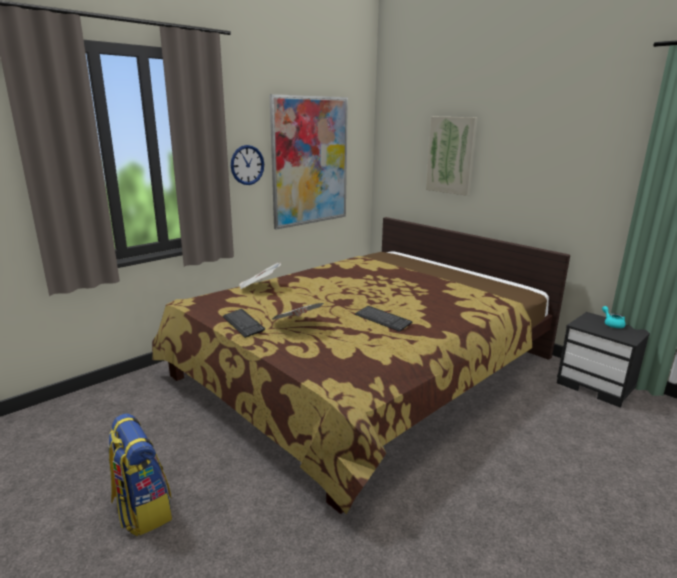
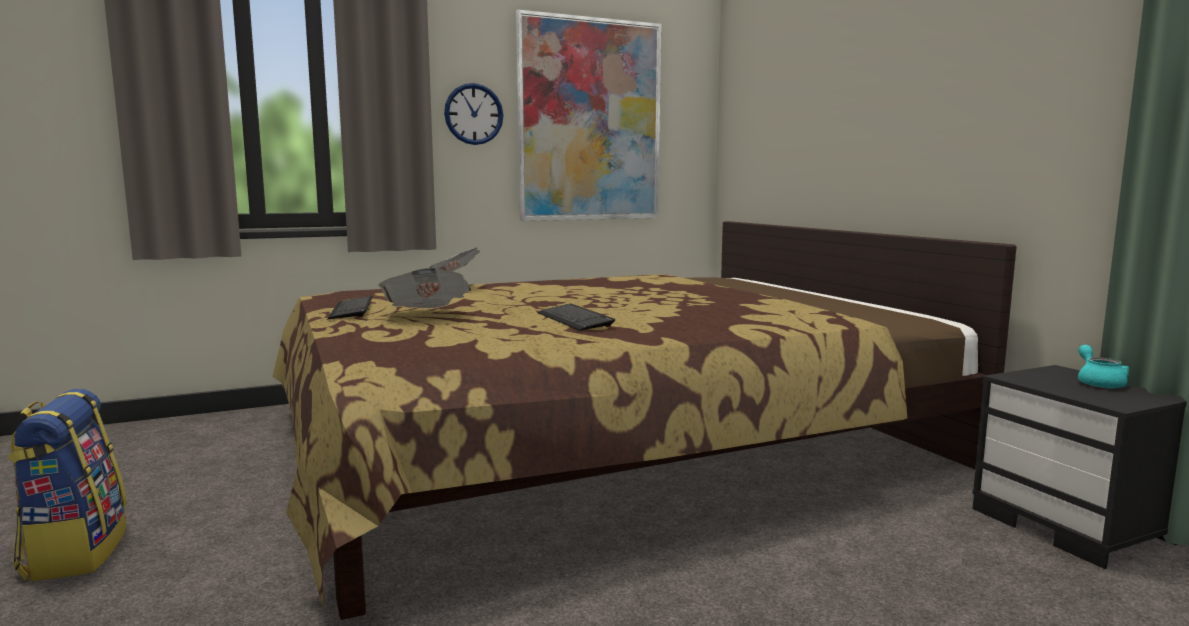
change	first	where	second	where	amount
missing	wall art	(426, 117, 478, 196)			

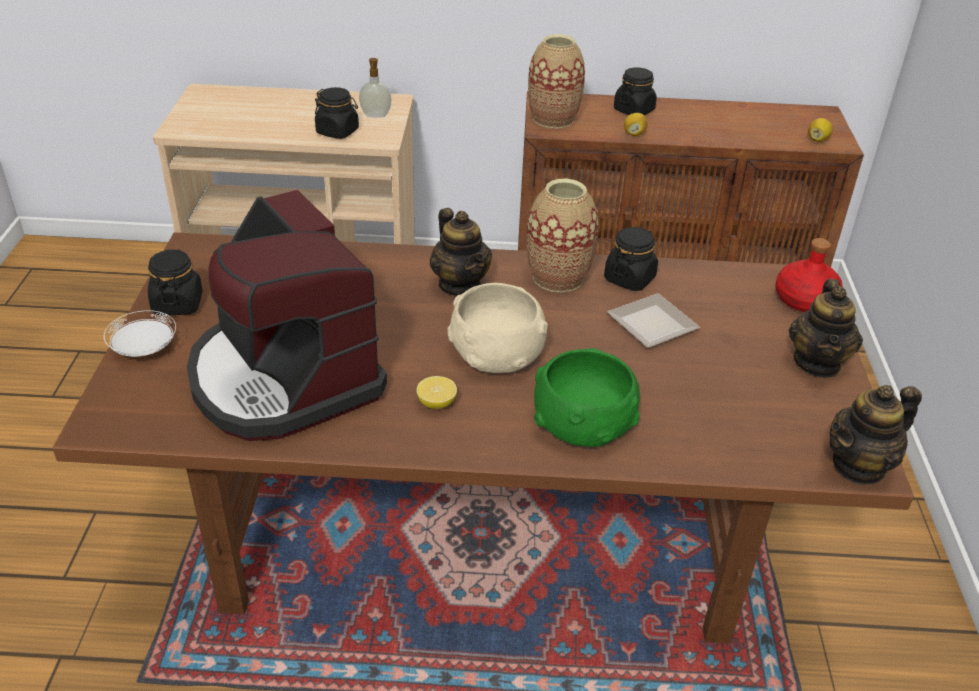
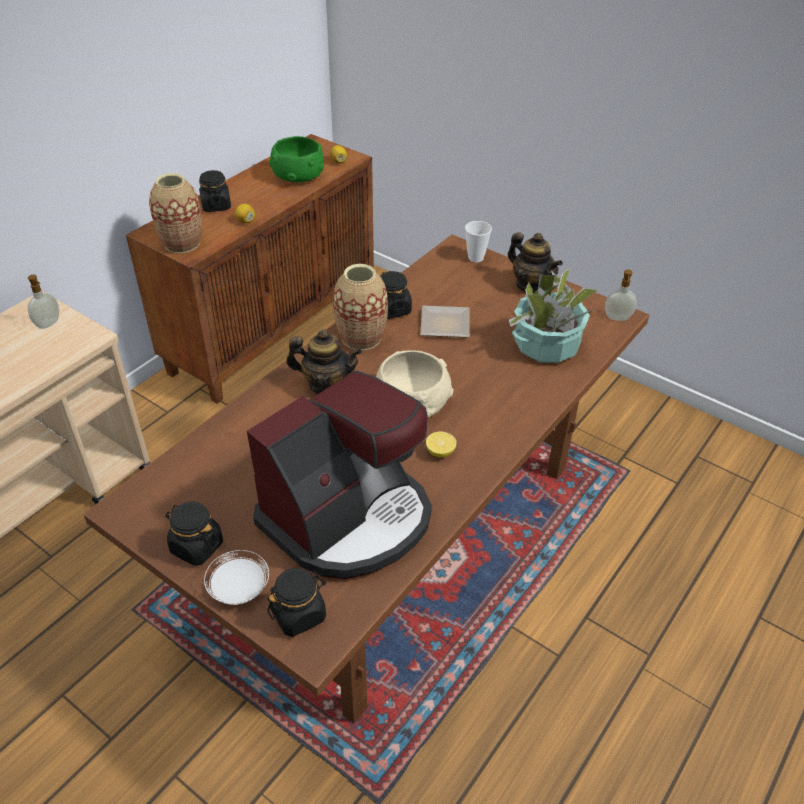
change	first	where	second	where	amount
appeared			potted plant	(509, 268, 598, 363)	
relocated	black preserve jar	(315, 87, 359, 139)		(267, 568, 326, 637)	
relocated	greenish bowl	(534, 348, 640, 447)		(269, 136, 324, 182)	
exchanged	red-coloured bottle	(775, 238, 843, 312)	drinking cup	(465, 221, 492, 262)	
exchanged	tea pot	(829, 385, 922, 485)	soap dispenser	(605, 270, 637, 321)	
spun	coffee brewer	(187, 190, 387, 441)		(247, 371, 432, 579)	45 degrees counterclockwise

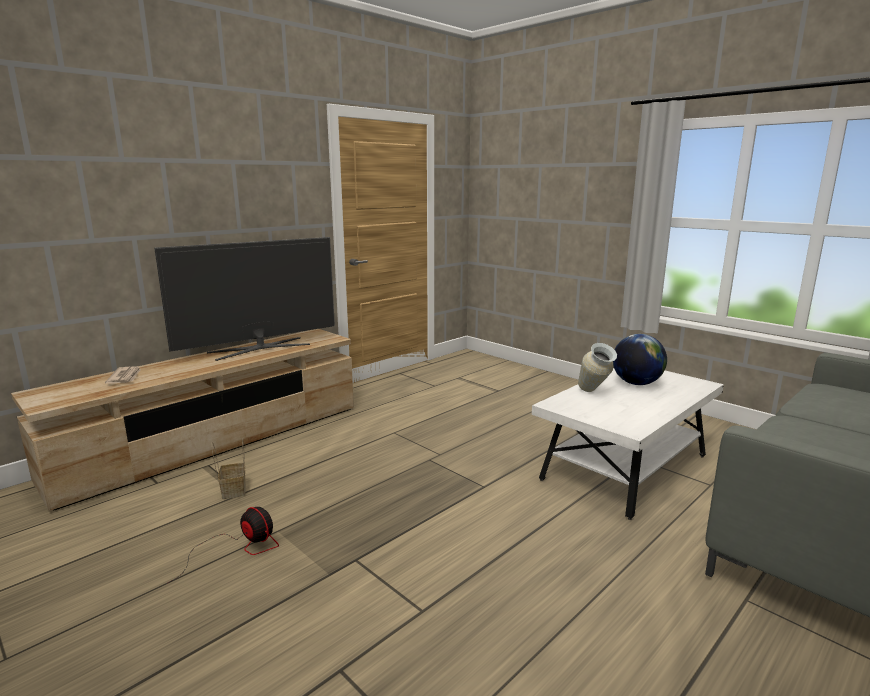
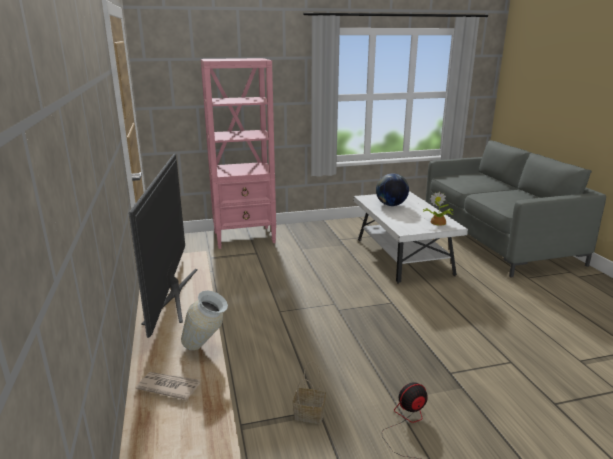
change	first	where	second	where	amount
appeared			pink bookshelf	(201, 58, 276, 249)	
appeared			potted plant	(423, 192, 453, 226)	
relocated	decorative vase	(578, 343, 617, 392)		(181, 290, 228, 350)	

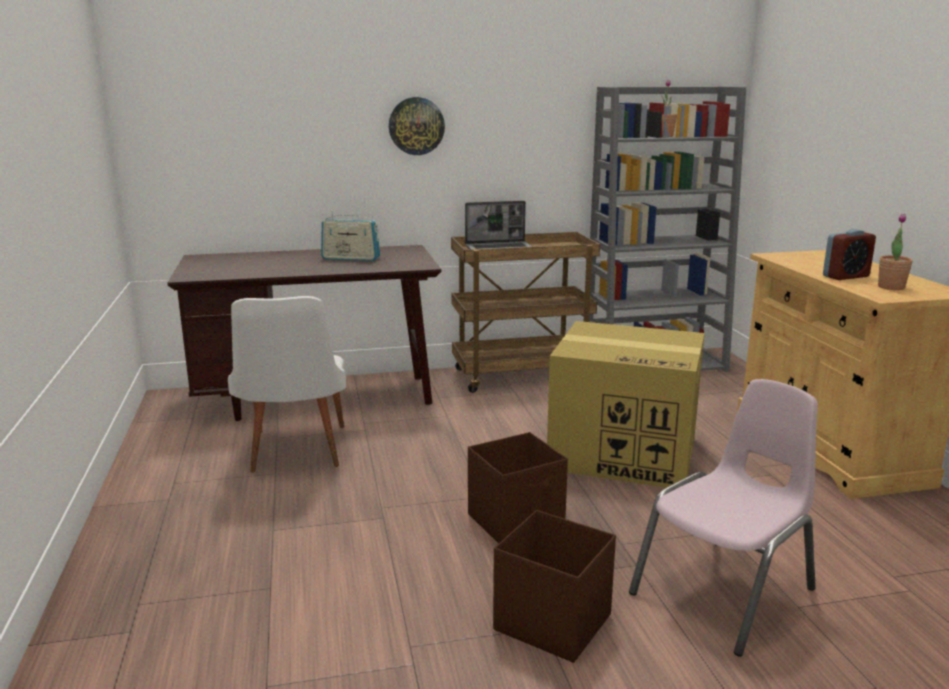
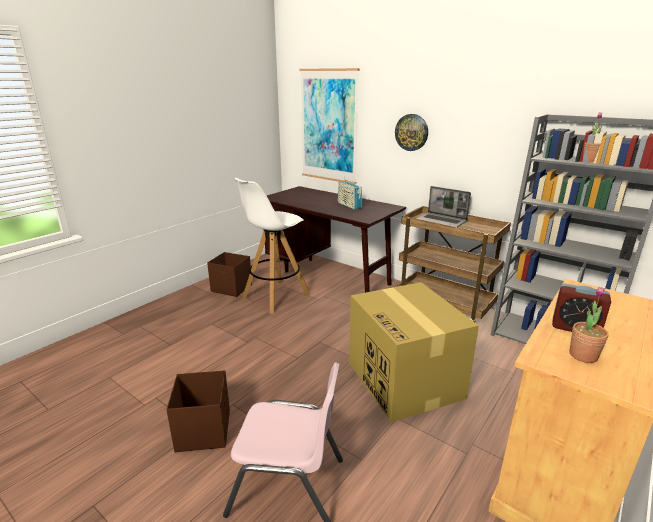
change	first	where	second	where	amount
appeared			wall art	(300, 68, 360, 184)	
relocated	brown-coloured storage bin	(468, 432, 568, 544)		(207, 252, 252, 297)	
exchanged	white-coloured plain chair	(228, 296, 346, 472)	white-coloured stool	(235, 178, 310, 314)	

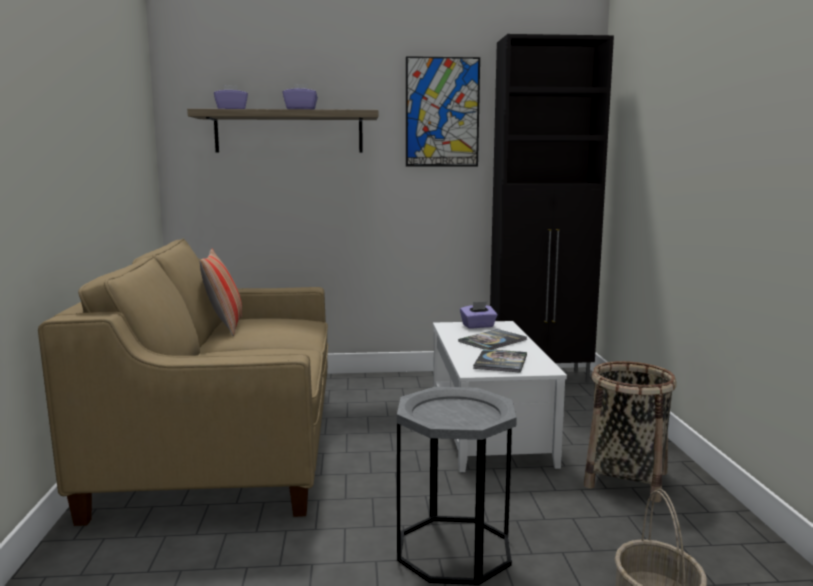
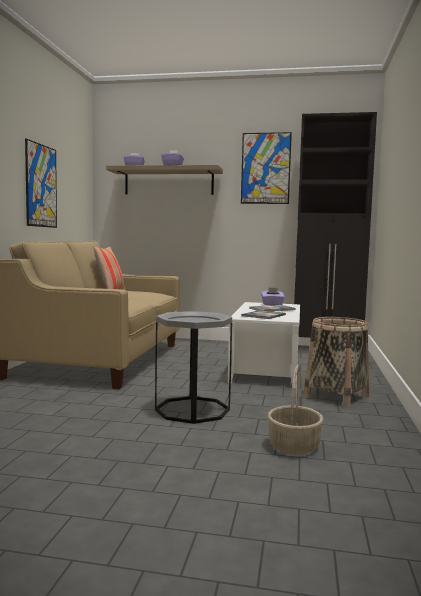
change	first	where	second	where	amount
appeared			wall art	(25, 139, 57, 228)	

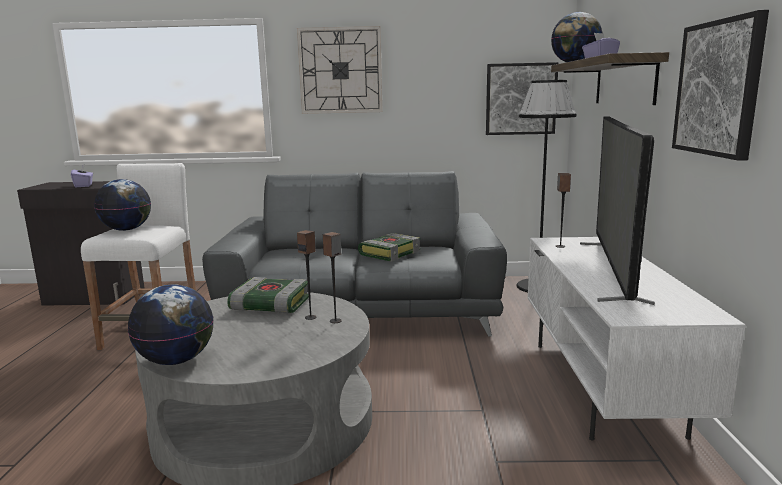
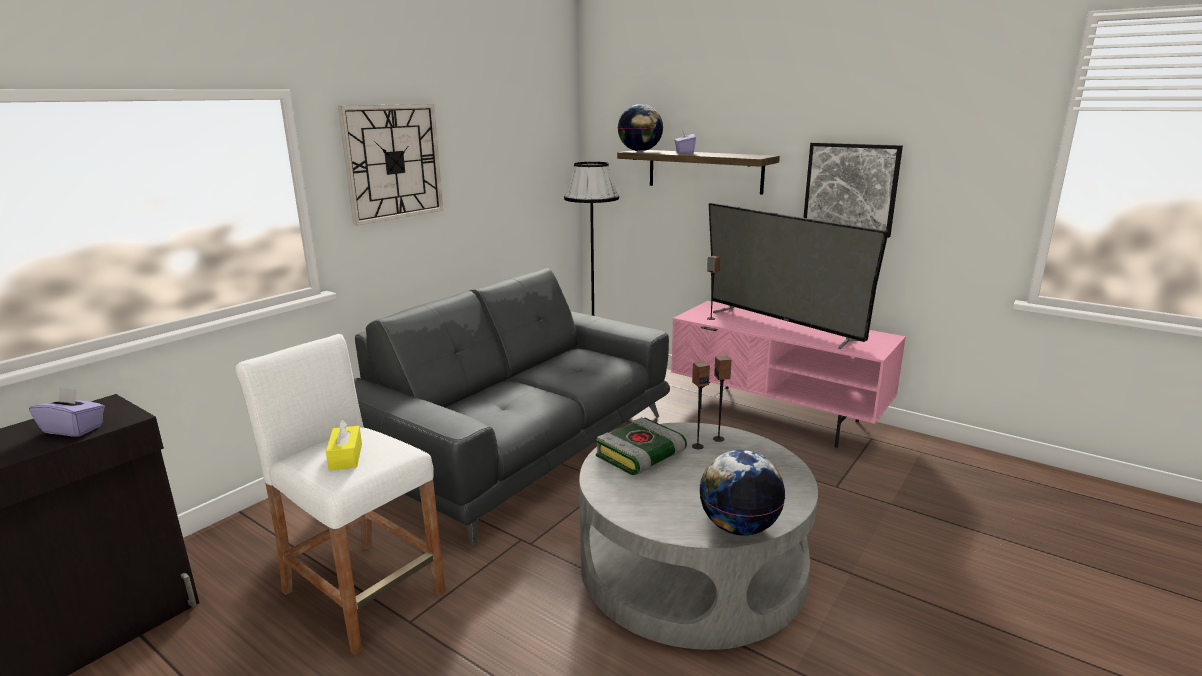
change	first	where	second	where	amount
missing	bound book	(358, 233, 420, 261)			
missing	wall art	(486, 62, 559, 135)			
exchanged	world globe	(94, 179, 151, 231)	yellow tissue holder	(326, 418, 362, 471)	
colour	white-coloured tv unit	(528, 237, 746, 441)	pink tv unit	(671, 301, 906, 448)	

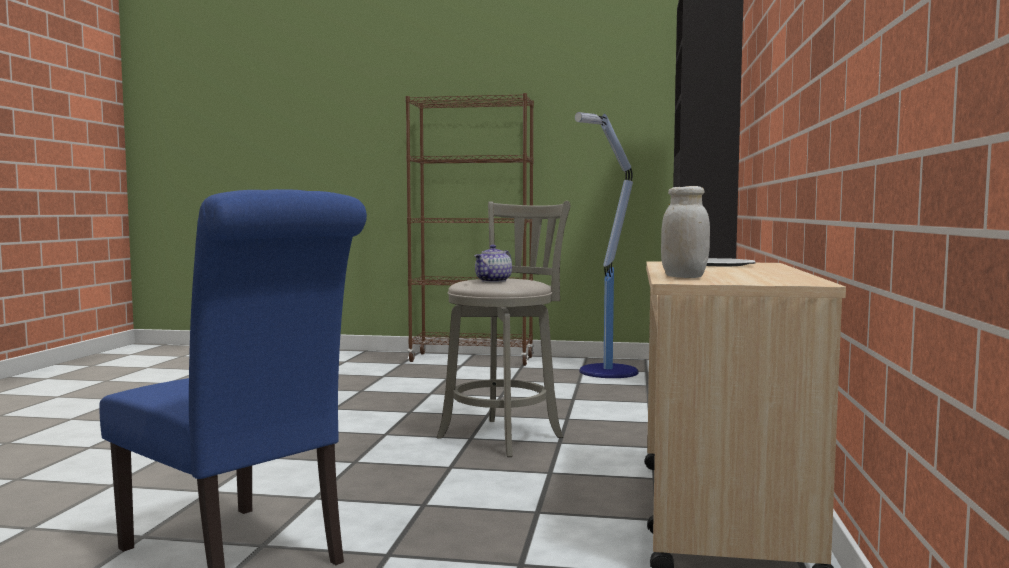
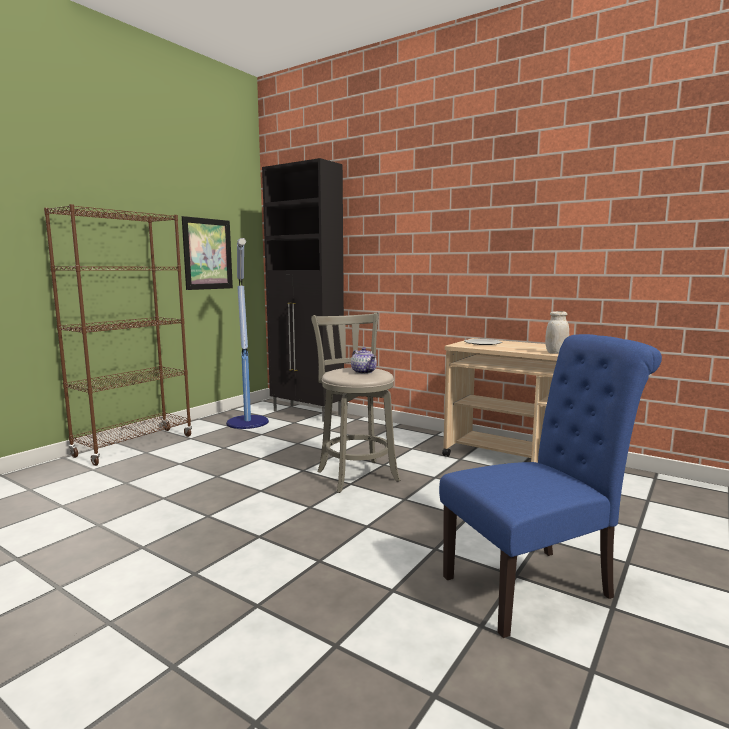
change	first	where	second	where	amount
appeared			wall art	(182, 216, 233, 290)	

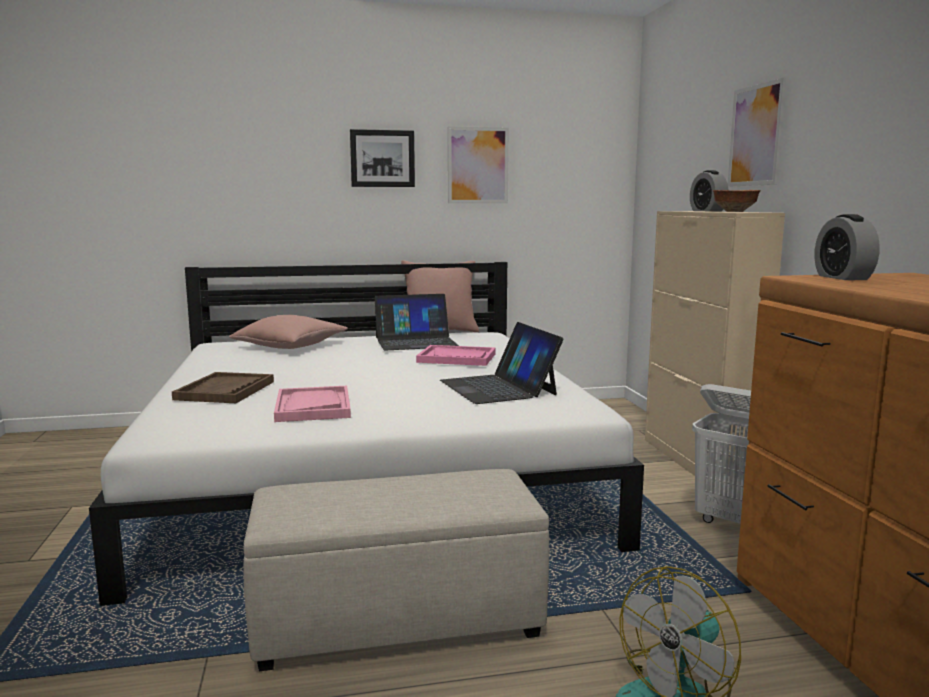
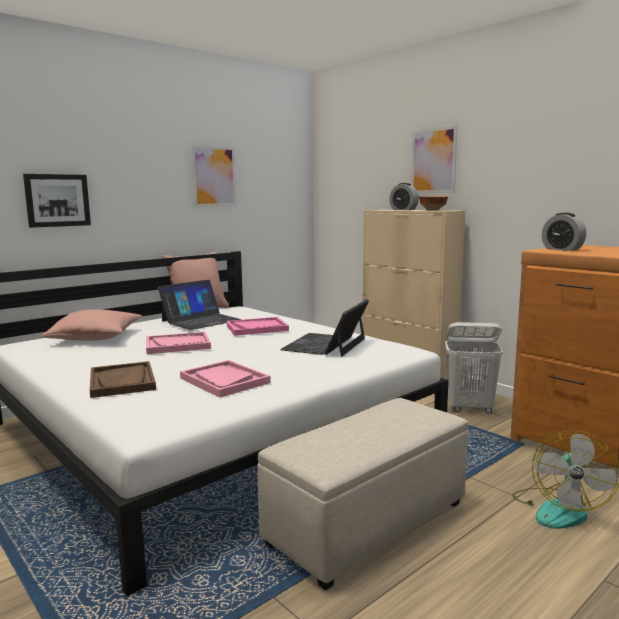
change	first	where	second	where	amount
appeared			pink serving tray	(146, 332, 211, 354)	
relocated	wall art	(350, 129, 415, 187)		(23, 174, 91, 228)	
spun	portable computer	(440, 322, 564, 404)		(280, 299, 369, 357)	75 degrees clockwise

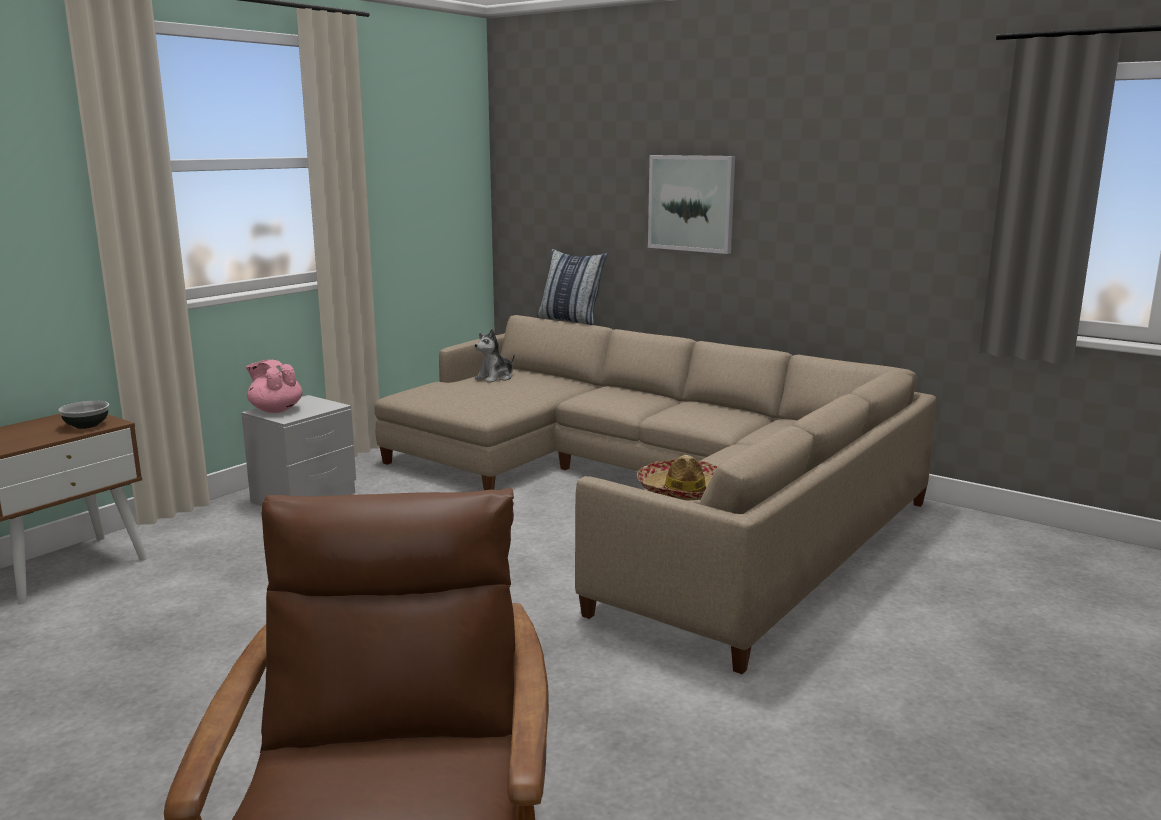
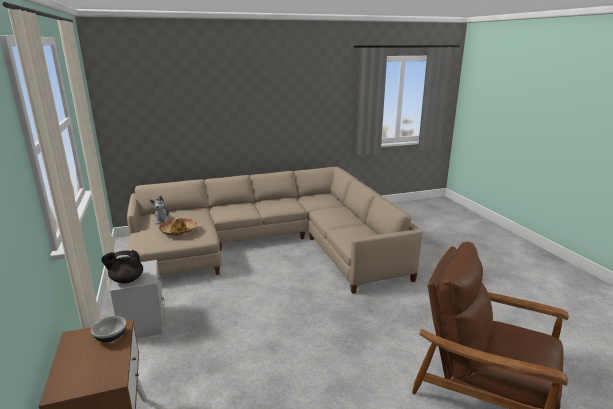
change	first	where	second	where	amount
missing	cushion	(537, 249, 608, 325)			
missing	wall art	(648, 155, 735, 254)			
relocated	hat	(637, 455, 718, 500)		(159, 217, 197, 236)	
colour	pink tea pot	(246, 360, 303, 413)	black tea pot	(101, 250, 143, 284)	

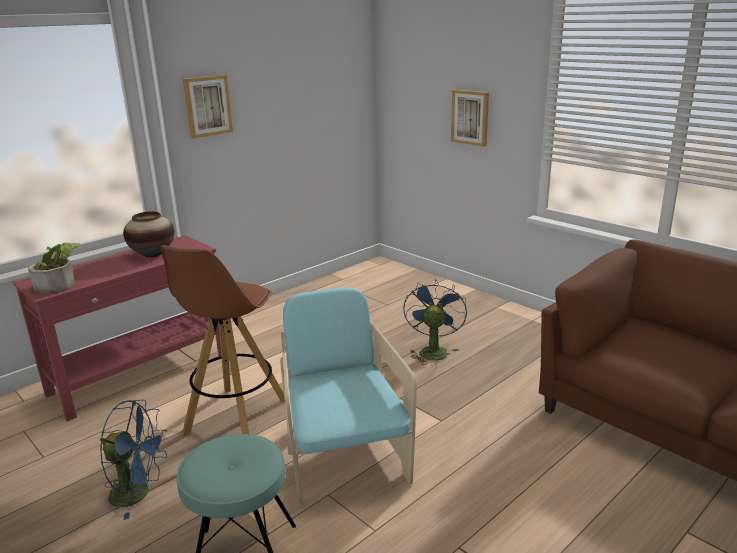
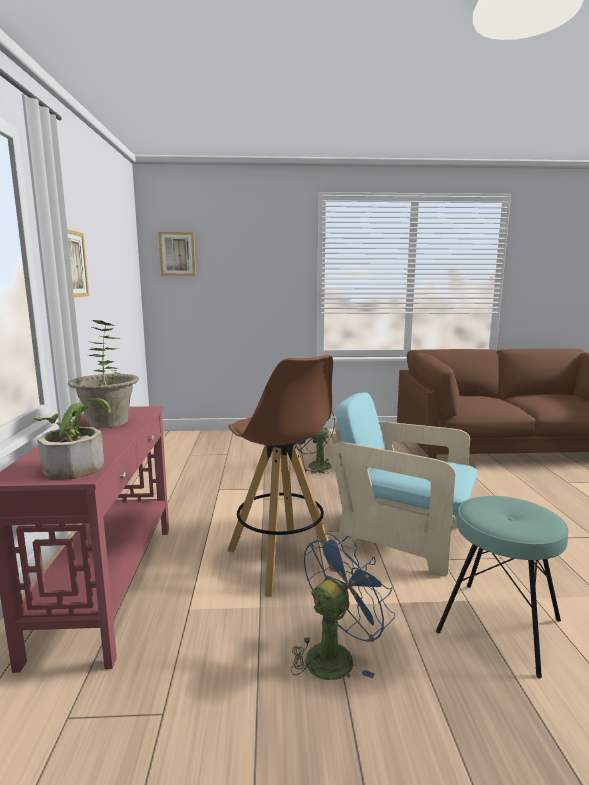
change	first	where	second	where	amount
relocated	wall art	(451, 90, 489, 147)		(158, 232, 196, 276)	
exchanged	decorative vase	(123, 211, 174, 257)	potted plant	(68, 320, 139, 428)	

